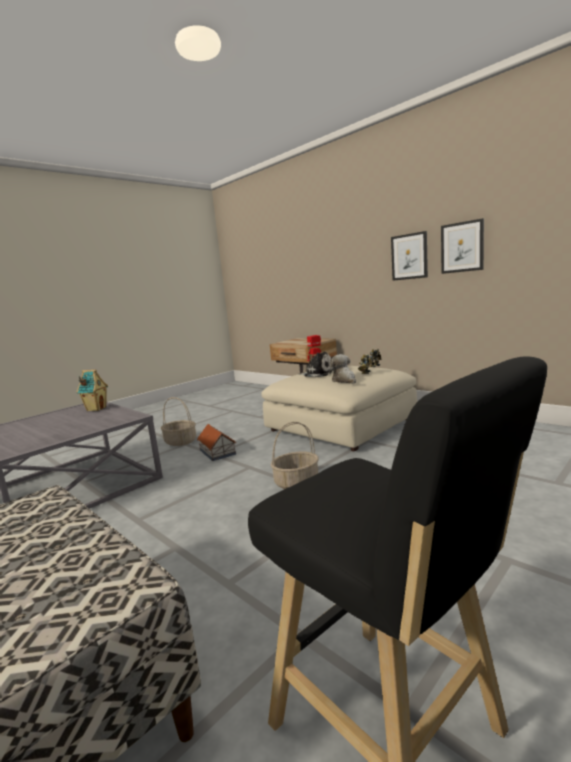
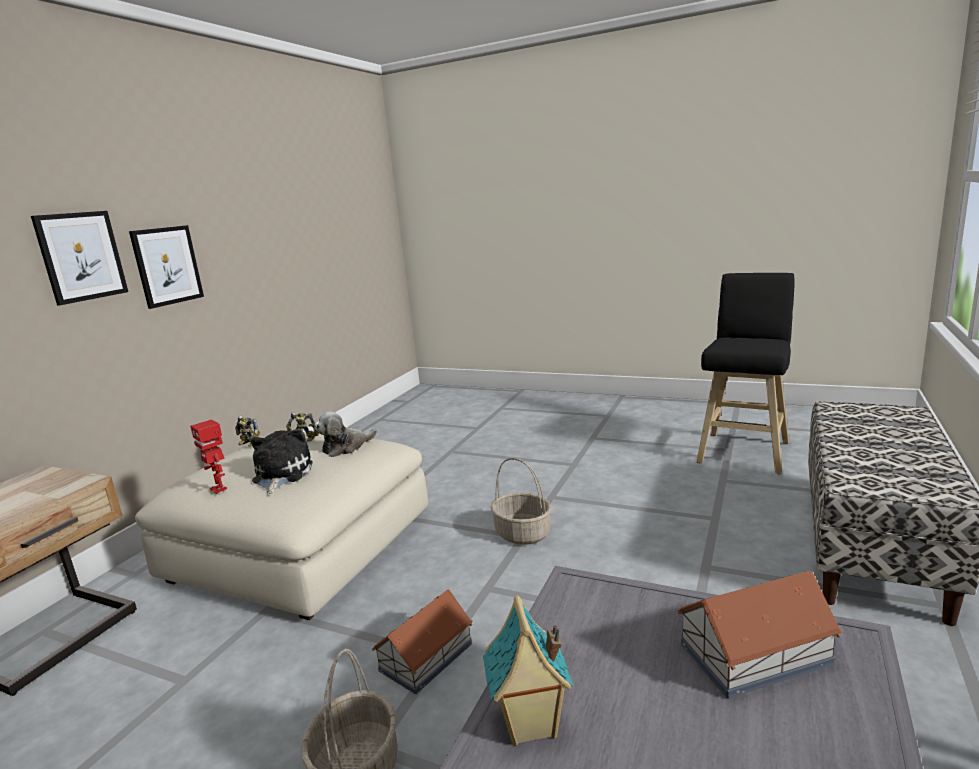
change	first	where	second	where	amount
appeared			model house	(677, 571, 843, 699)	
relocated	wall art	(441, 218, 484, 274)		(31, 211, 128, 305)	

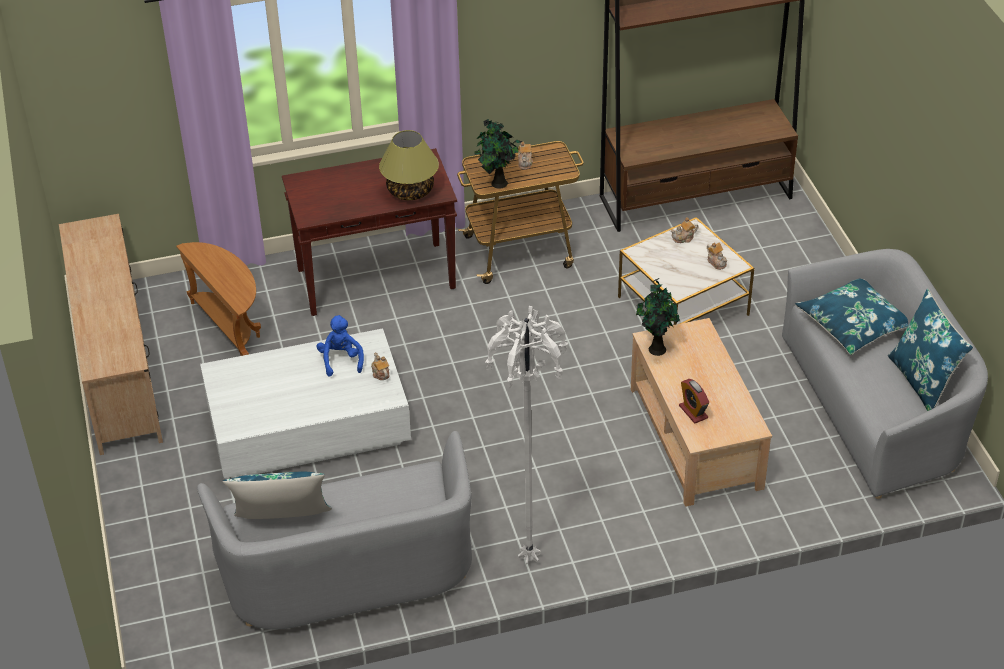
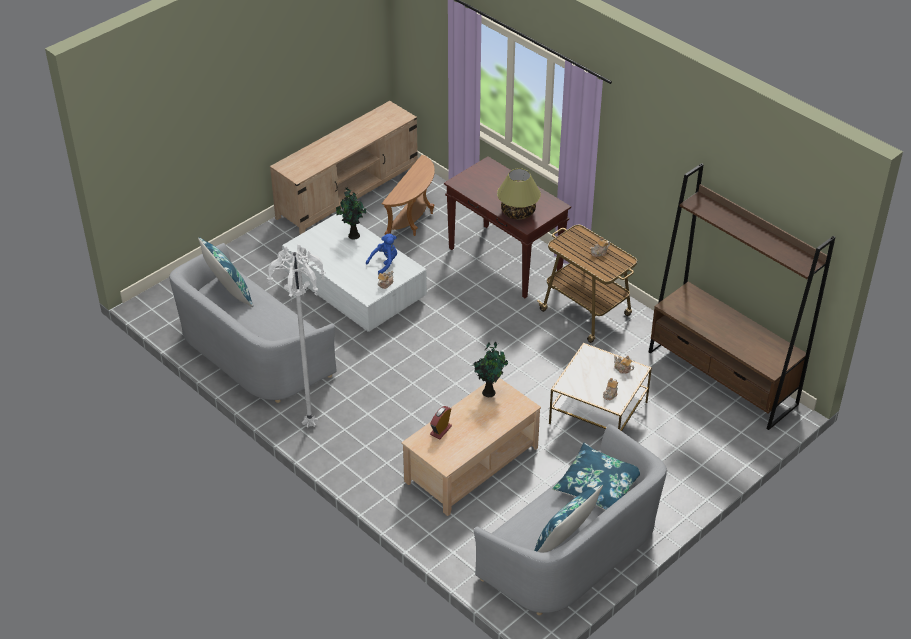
change	first	where	second	where	amount
relocated	potted plant	(475, 119, 522, 189)		(336, 187, 367, 240)	

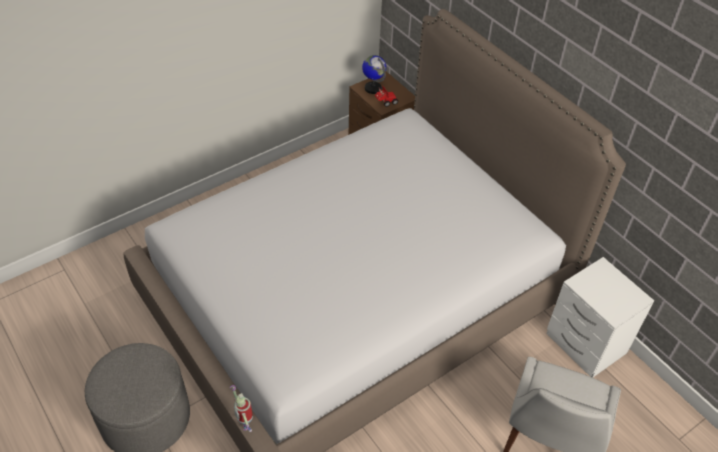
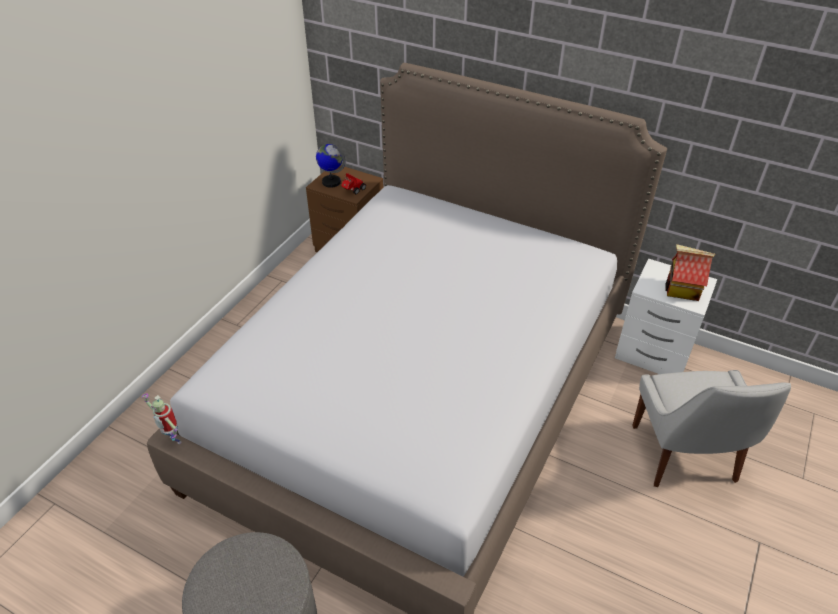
change	first	where	second	where	amount
appeared			model house	(666, 244, 715, 301)	
relocated	model robot	(230, 385, 253, 432)		(142, 394, 181, 444)	

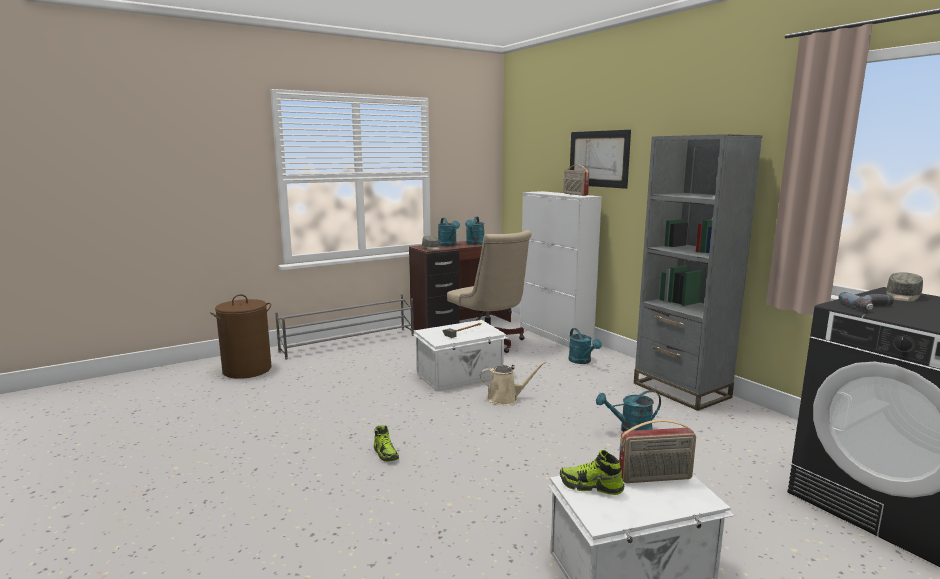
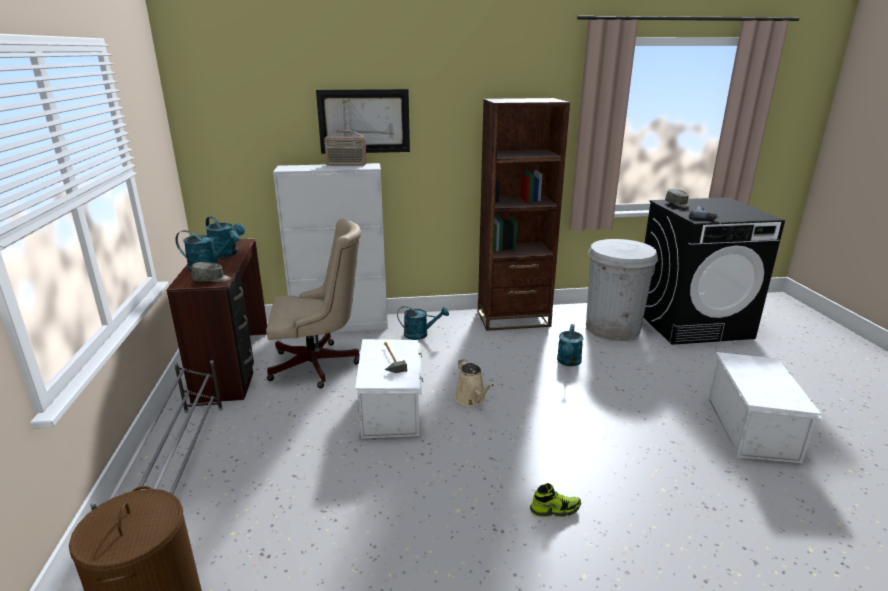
change	first	where	second	where	amount
missing	shoe	(560, 450, 624, 495)			
missing	radio	(619, 420, 696, 483)			
appeared			white-coloured rubbish bin	(586, 239, 658, 341)	
colour	grey bookshelf	(634, 134, 762, 411)	brown-coloured bookshelf	(478, 98, 570, 331)	
spun	sand-coloured watering pot	(480, 361, 547, 405)		(455, 359, 494, 406)	135 degrees clockwise

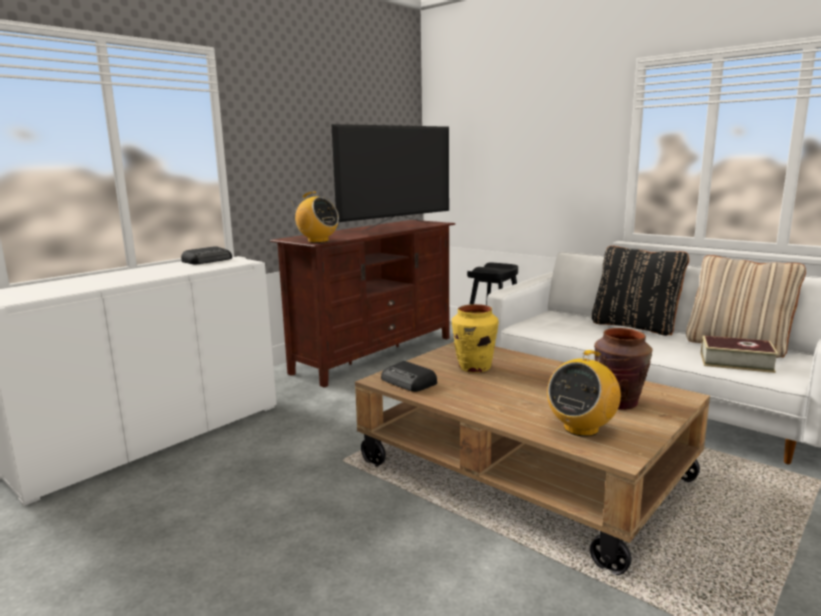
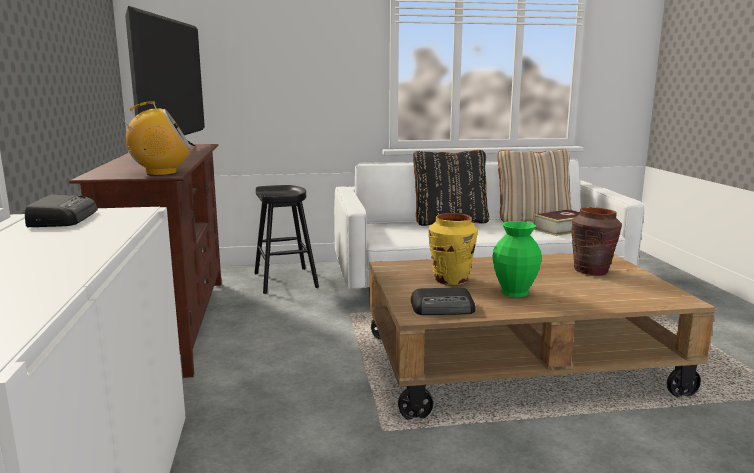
change	first	where	second	where	amount
missing	radio	(547, 350, 621, 437)			
appeared			greenish decorative vase	(492, 221, 542, 297)	

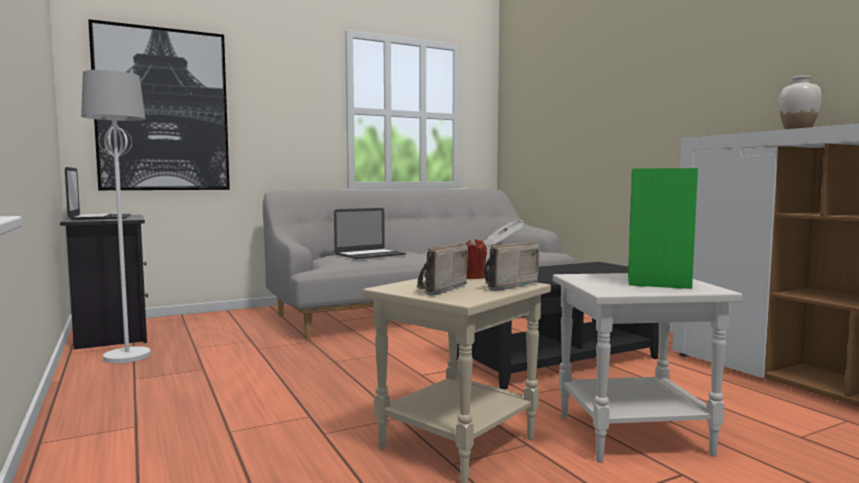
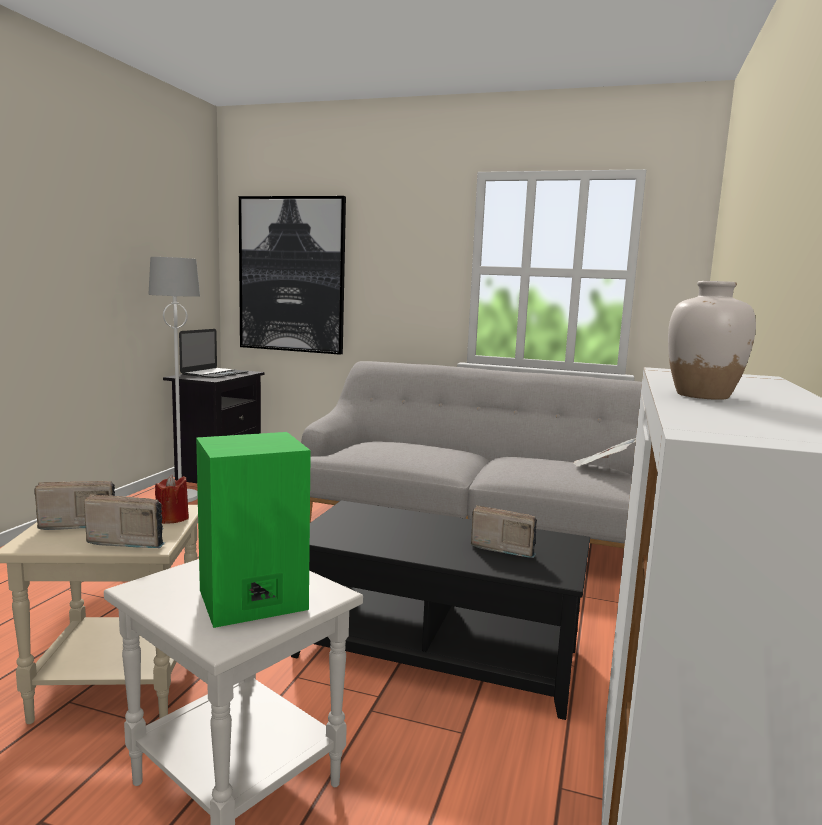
change	first	where	second	where	amount
missing	portable computer	(334, 208, 407, 259)			
appeared			radio	(471, 505, 537, 558)	

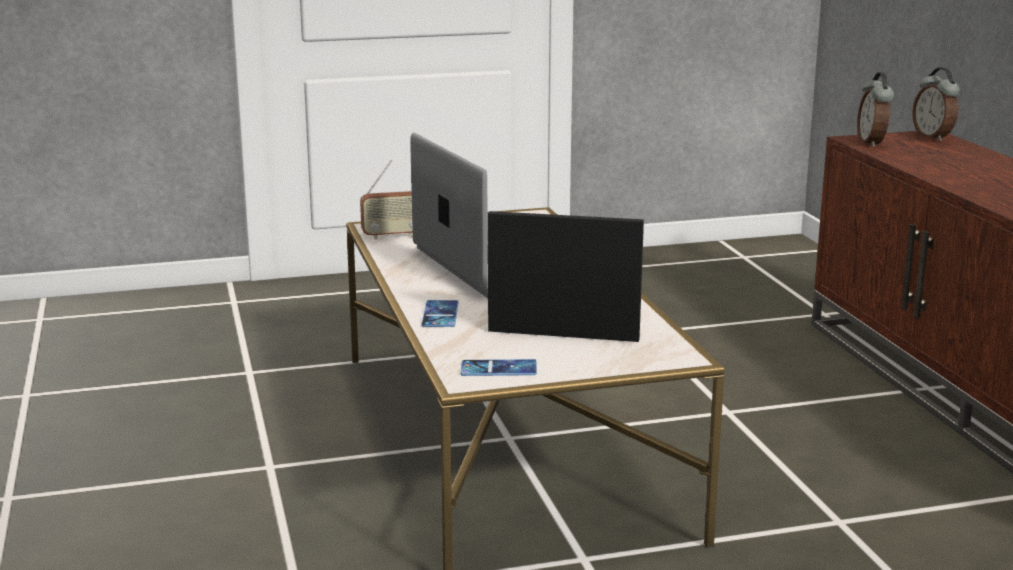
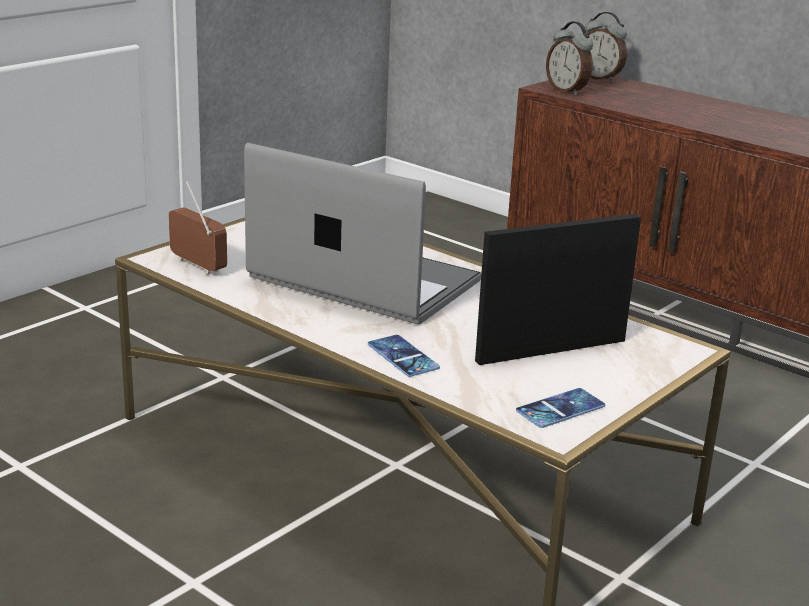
change	first	where	second	where	amount
spun	radio	(360, 160, 413, 239)		(168, 180, 227, 275)	90 degrees counterclockwise

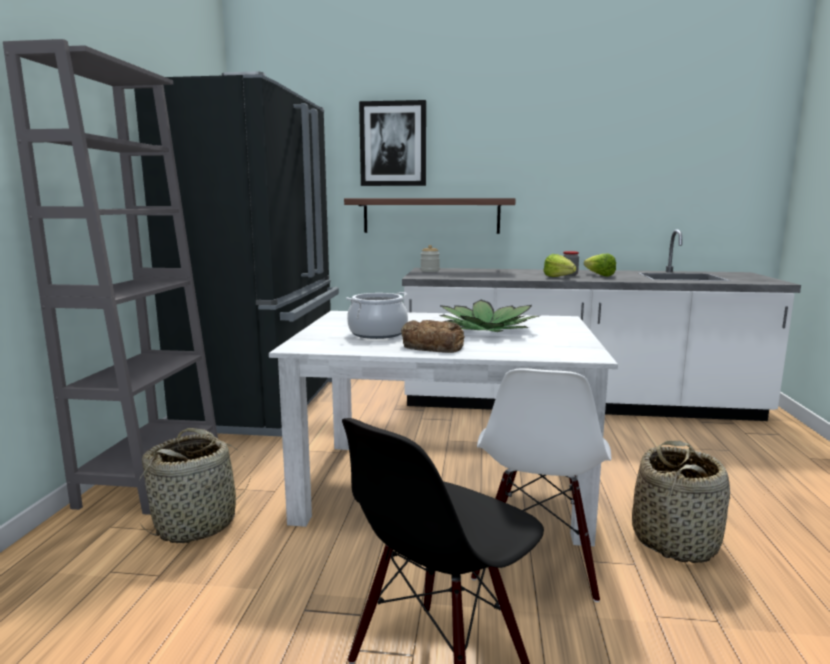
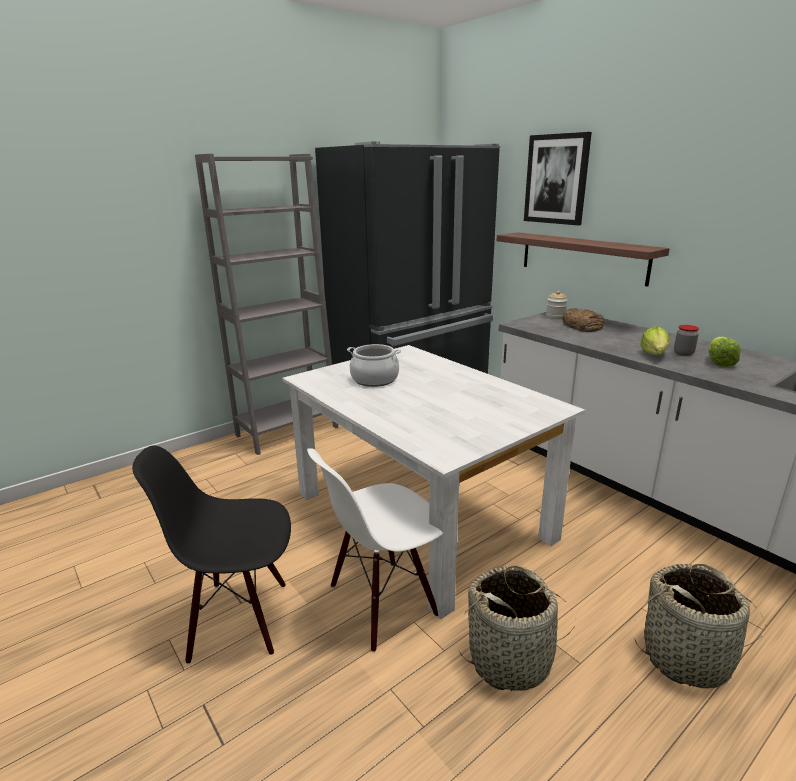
change	first	where	second	where	amount
missing	potted plant	(439, 300, 539, 332)			
relocated	household basket	(139, 428, 251, 543)		(634, 564, 762, 688)	
relocated	bakery bread	(401, 320, 464, 353)		(562, 308, 605, 332)	

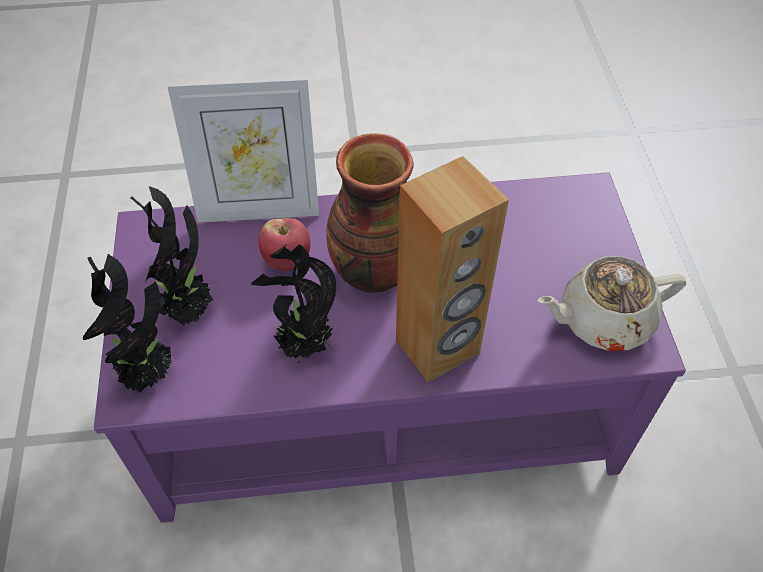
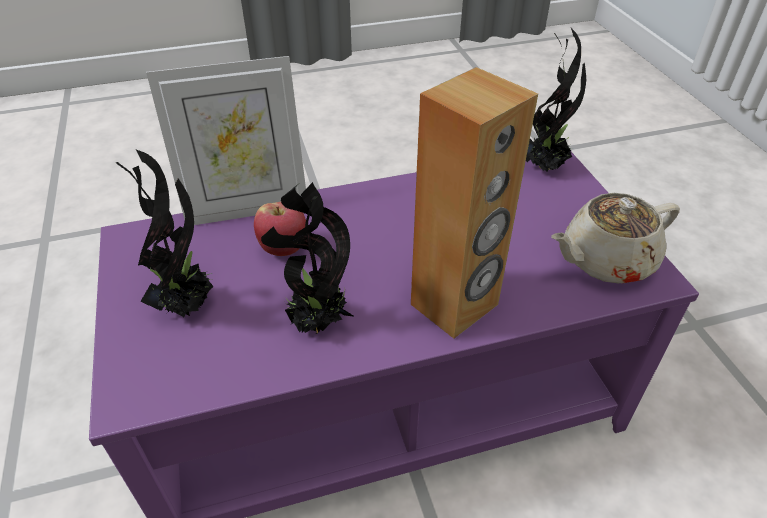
change	first	where	second	where	amount
missing	decorative vase	(326, 133, 414, 293)			
relocated	potted plant	(83, 254, 175, 393)		(526, 28, 586, 172)	

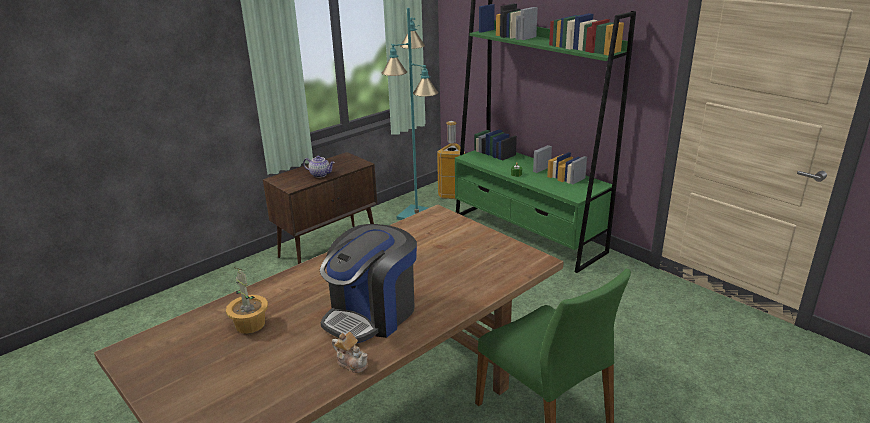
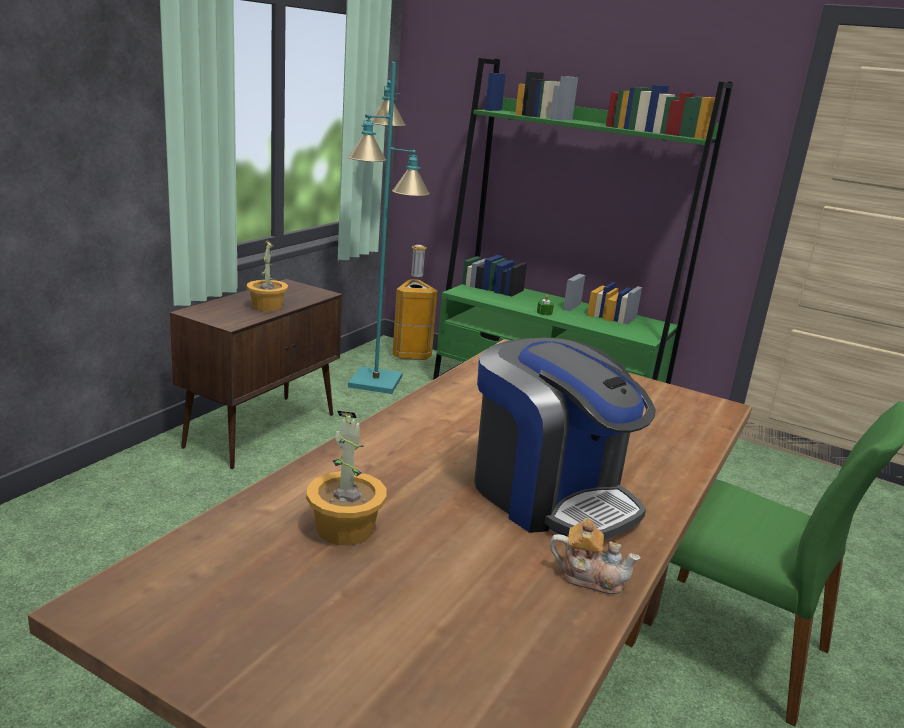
change	first	where	second	where	amount
exchanged	tea pot	(303, 156, 335, 178)	potted plant	(247, 240, 288, 312)	
spun	coffee brewer	(320, 224, 417, 343)		(474, 338, 656, 540)	60 degrees counterclockwise

